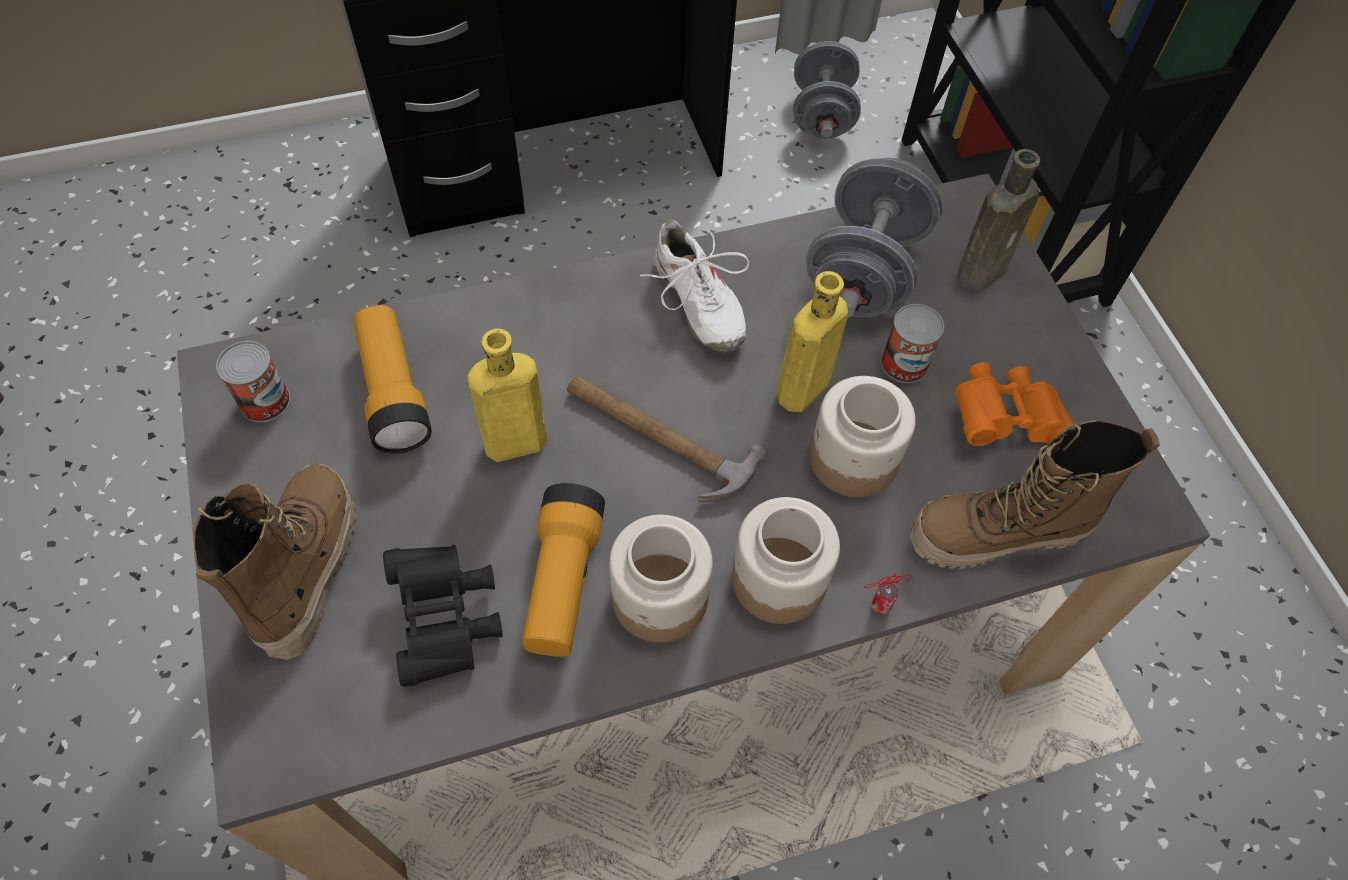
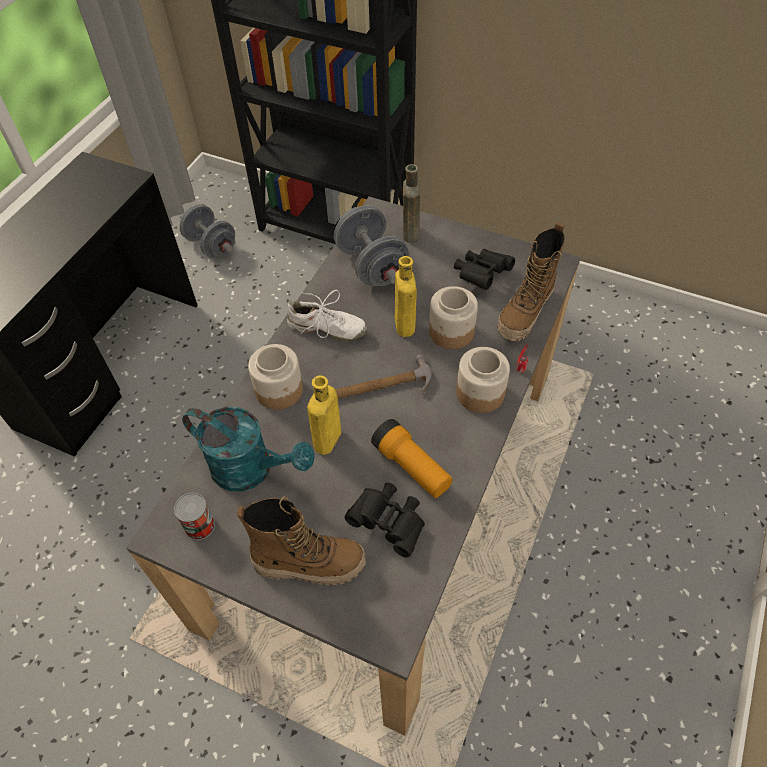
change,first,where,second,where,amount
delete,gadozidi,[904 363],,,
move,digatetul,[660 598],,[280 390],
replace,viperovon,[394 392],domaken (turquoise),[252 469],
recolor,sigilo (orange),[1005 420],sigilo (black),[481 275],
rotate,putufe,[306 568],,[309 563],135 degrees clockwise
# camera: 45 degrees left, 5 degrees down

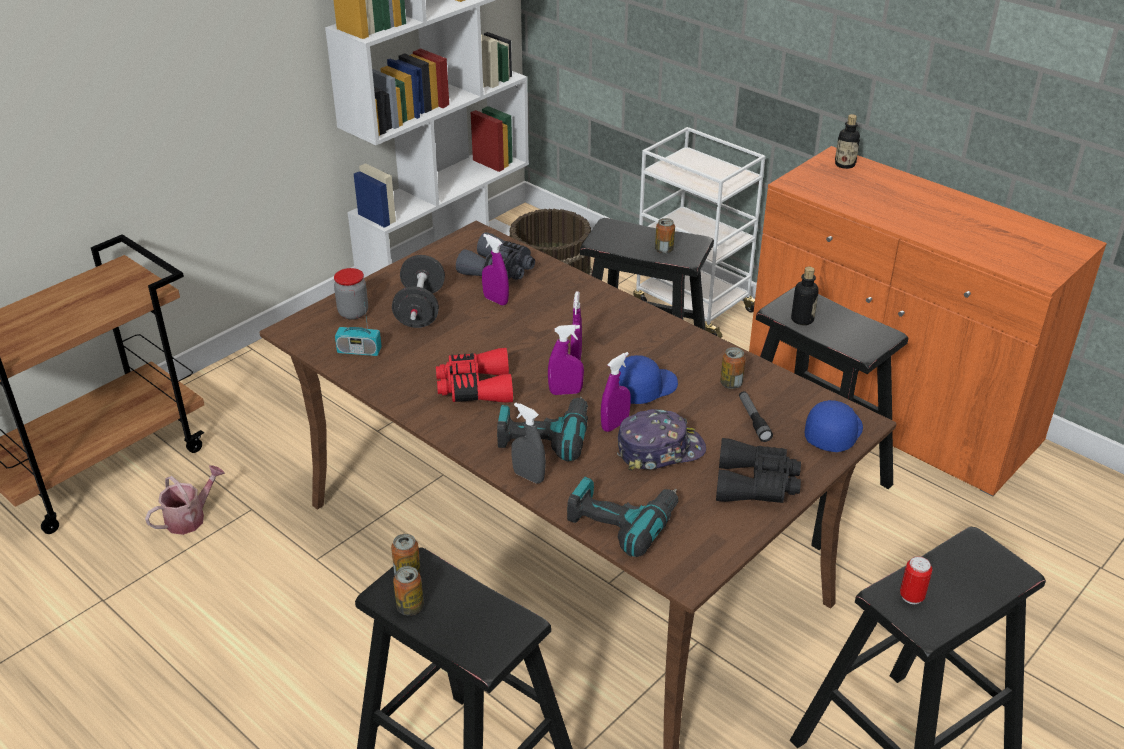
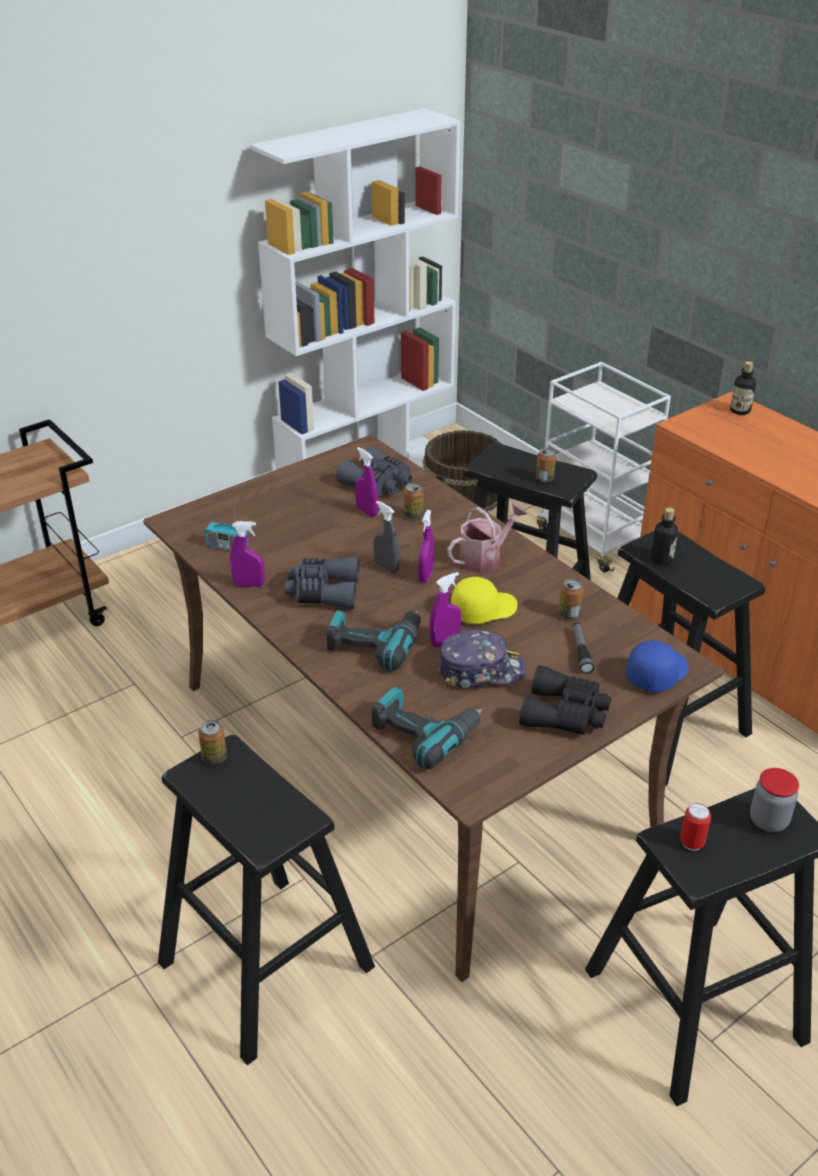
change,first,where,second,where,amount
delete,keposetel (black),[420 309],,,
move,domaken,[190 517],,[485 558],
move,digatetul,[353 313],,[768 820],
move,gadozidi,[410 607],,[413 515],
move,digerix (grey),[528 476],,[386 568],
move,digerix (purple),[565 392],,[249 585],
recolor,sigilo (red),[475 388],sigilo (grey),[323 592],
recolor,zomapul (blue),[644 388],zomapul (yellow),[483 609],
# camera: 10 degrees right, 0 degrees up

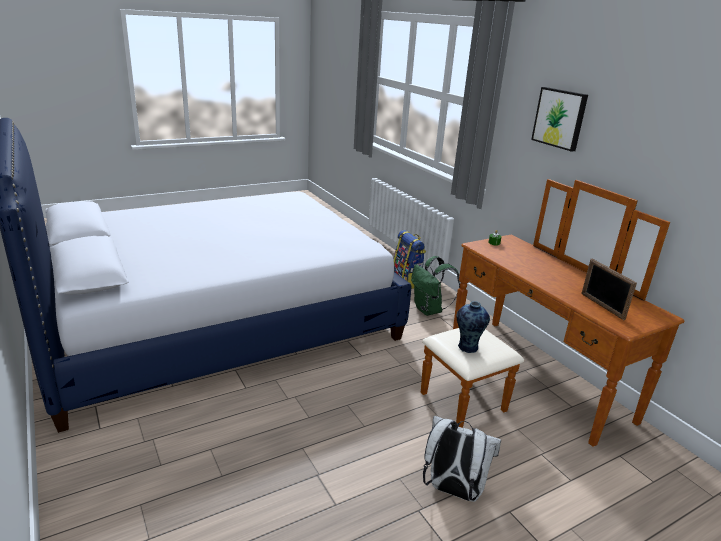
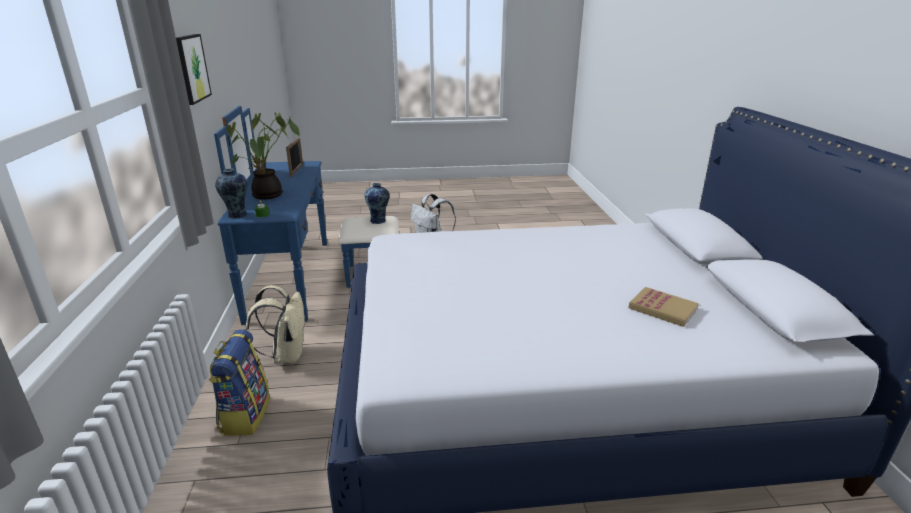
change,first,where,second,where,amount
insert,,,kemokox,[236 215],
insert,,,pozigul,[268 196],
insert,,,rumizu,[662 309],
recolor,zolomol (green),[429 310],zolomol (beige),[286 355],
recolor,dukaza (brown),[521 381],dukaza (blue),[309 277],
# camera: 155 degrees left, 0 degrees up

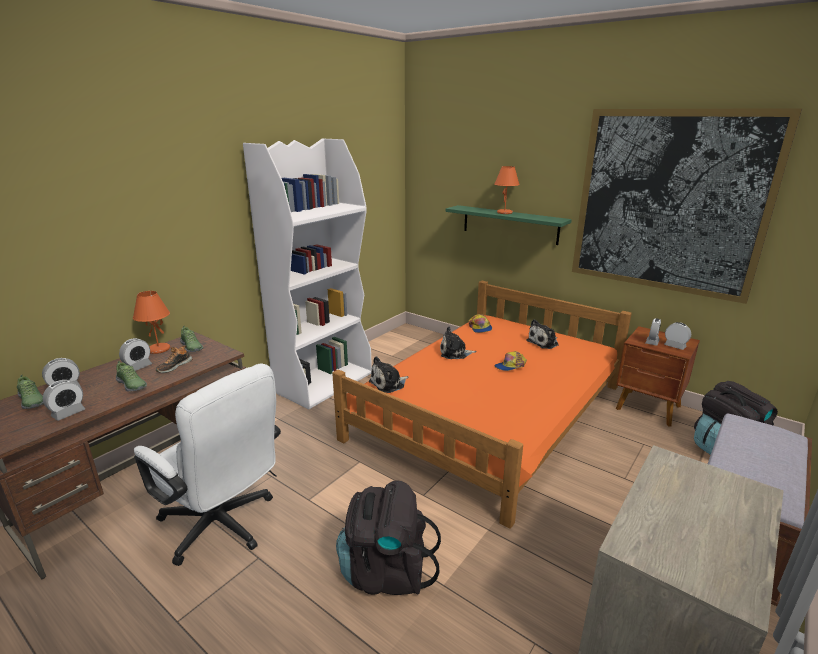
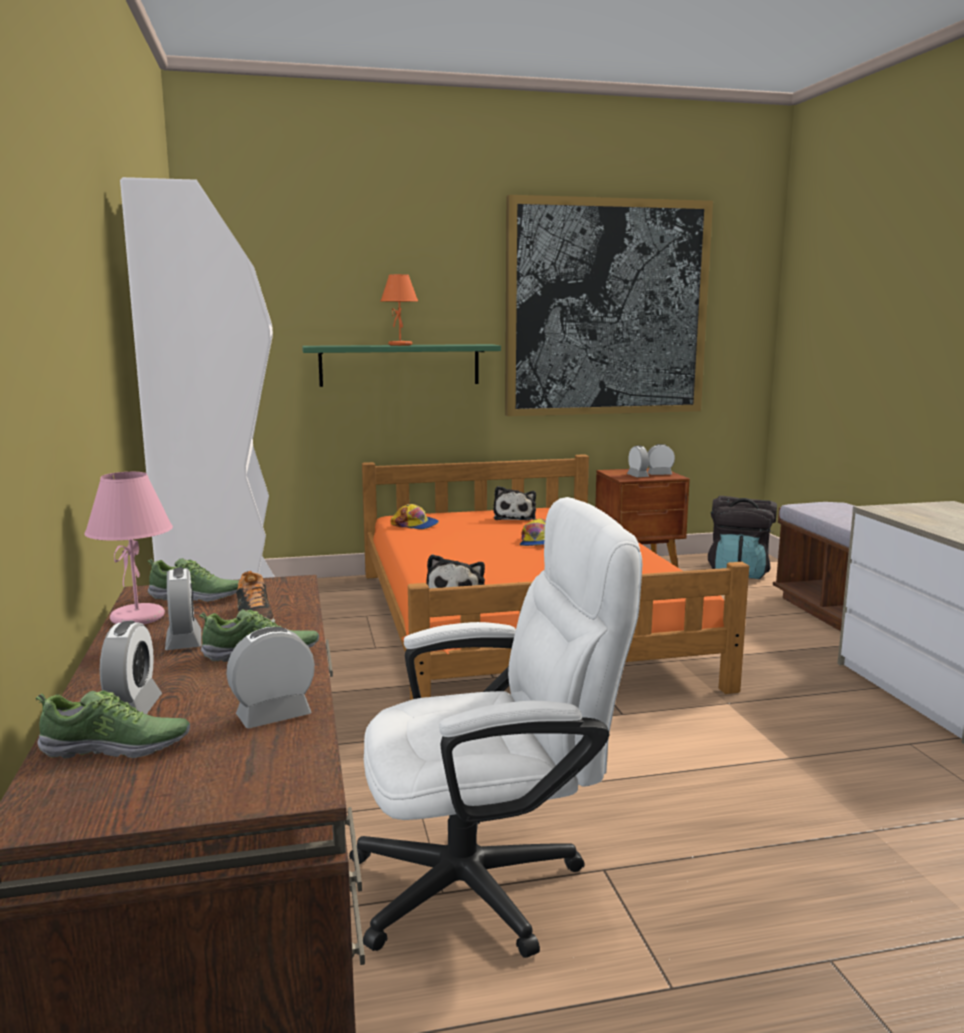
change,first,where,second,where,amount
delete,zolomol (black),[386 571],,,
delete,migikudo,[455 353],,,
recolor,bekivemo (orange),[158 349],bekivemo (pink),[138 618],
rotate,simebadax,[68 413],,[273 716],105 degrees counterclockwise
# camera: 50 degrees left, 10 degrees down

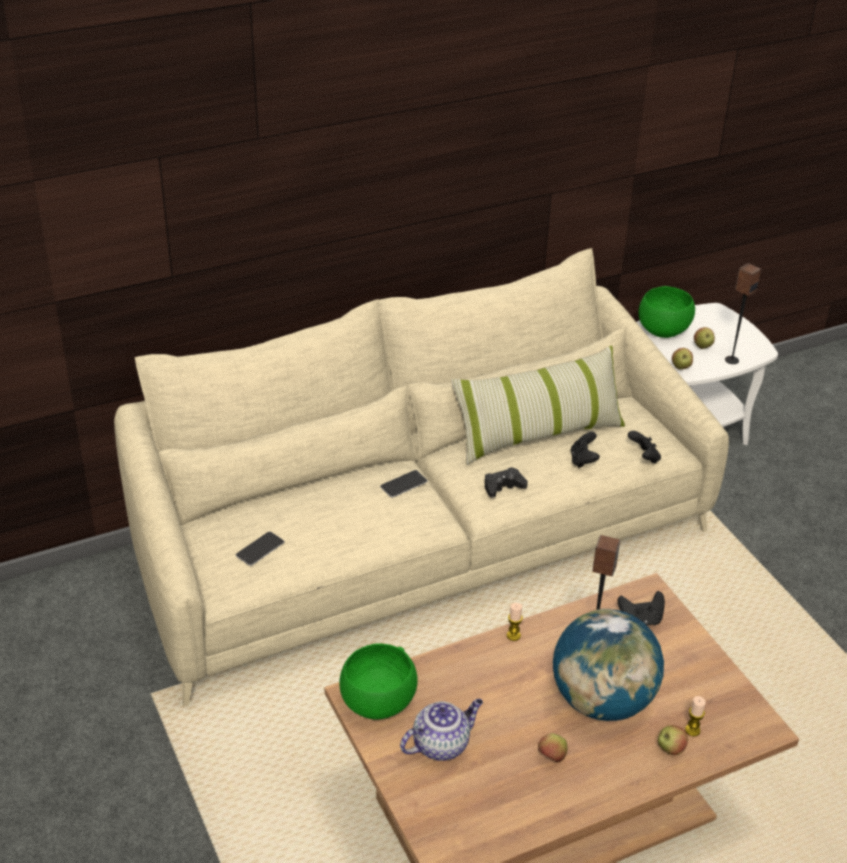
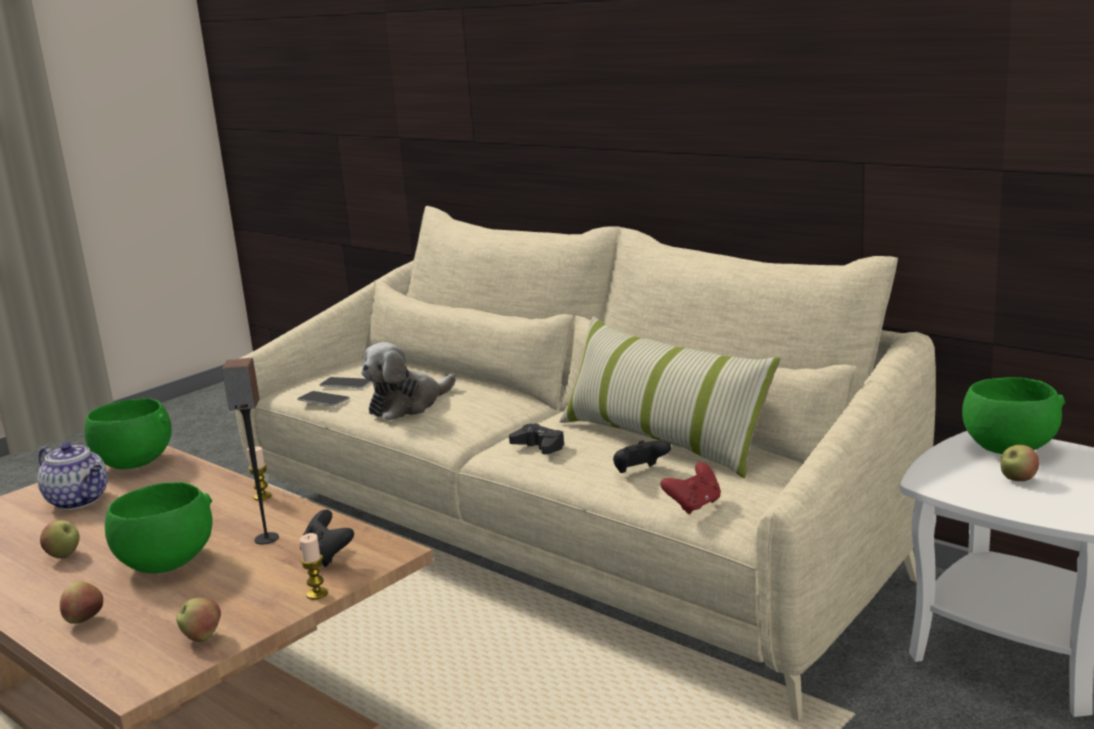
change,first,where,second,where,amount
delete,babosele,[731 360],,,
insert,,,migikudo,[407 405],
move,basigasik,[403 484],,[323 399],
move,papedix,[681 367],,[203 638],
move,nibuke,[692 730],,[317 594],
replace,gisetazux,[602 701],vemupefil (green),[164 564],
recolor,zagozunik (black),[644 457],zagozunik (red),[694 505],
# camera: 70 degrees right, 20 degrees down

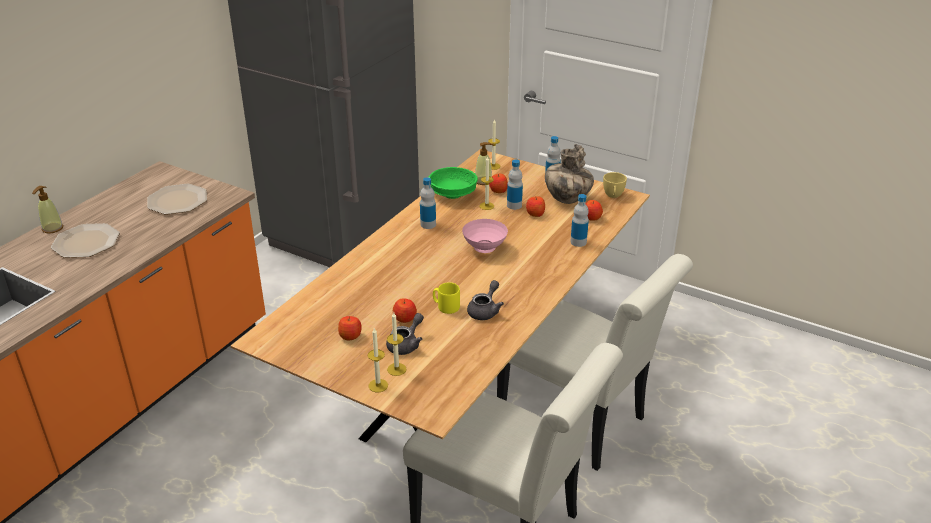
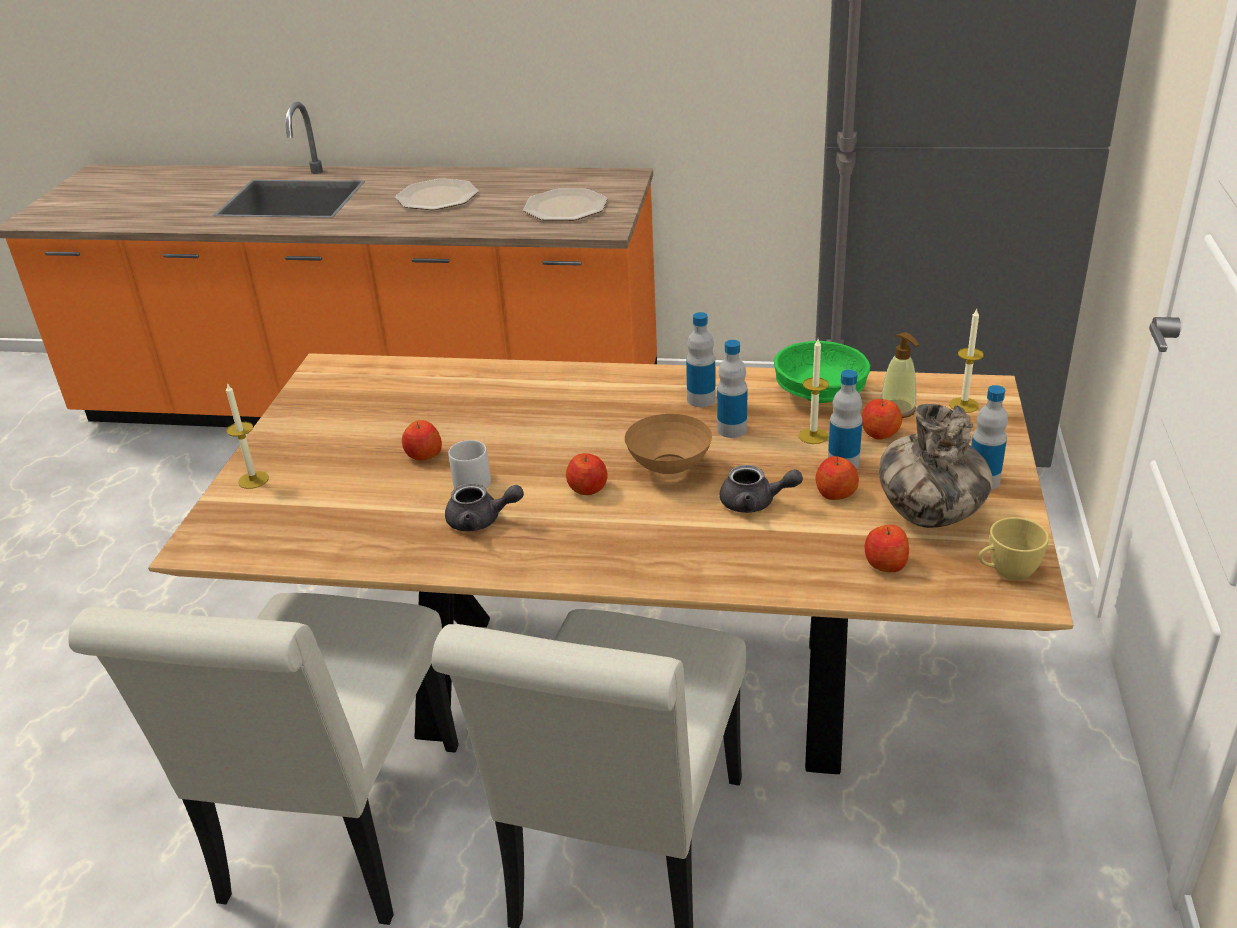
change,first,where,second,where,amount
delete,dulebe,[52 228],,,
delete,nibuke,[396 369],,,
move,papedix,[350 336],,[588 489],
move,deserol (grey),[406 344],,[755 503],
move,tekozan,[578 242],,[732 429],
recolor,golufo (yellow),[446 307],golufo (grey),[472 481],
recolor,vemupefil (pink),[484 248],vemupefil (brown),[669 470],
# camera: 70 degrees right, 0 degrees up

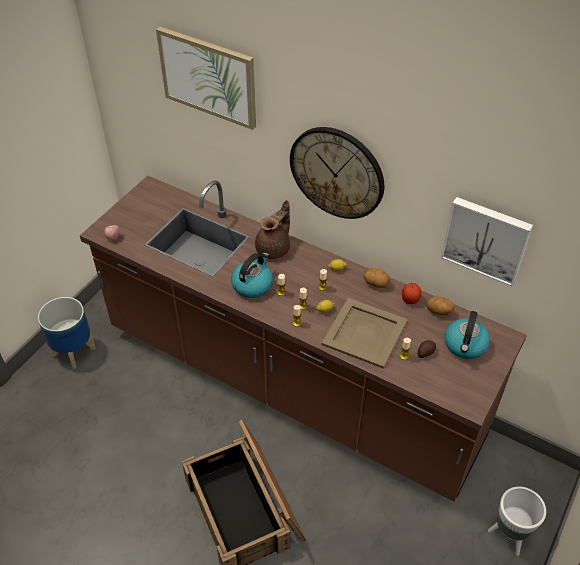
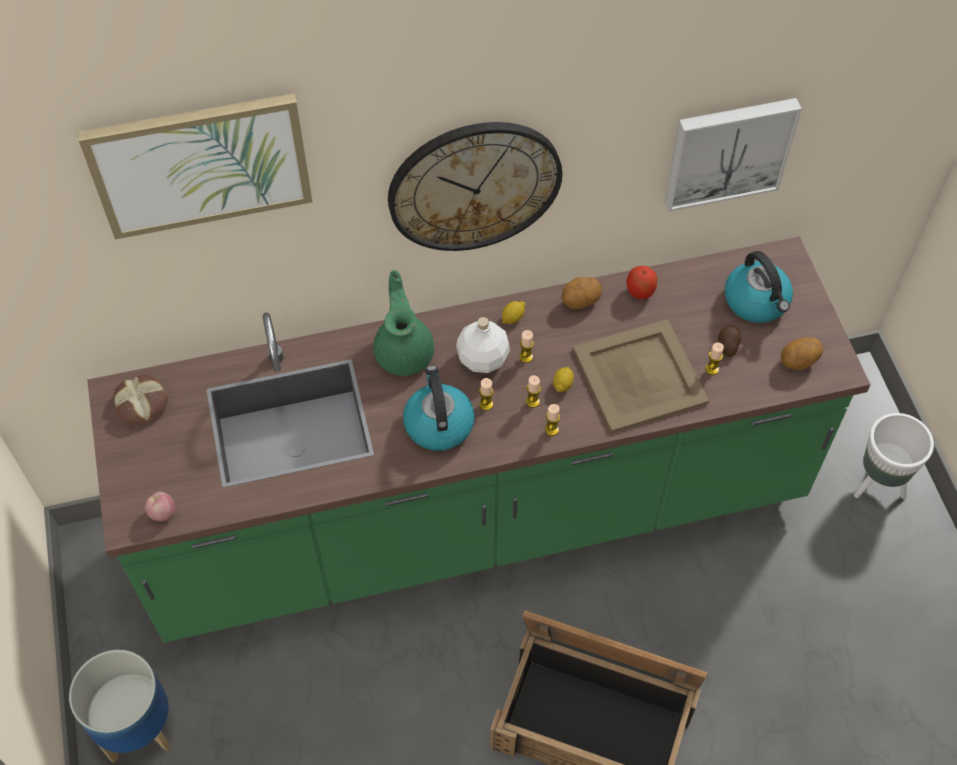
change,first,where,second,where,amount
insert,,,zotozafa,[142 403],
insert,,,tekozan (white),[482 358],
move,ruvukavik,[438 312],,[799 362],
recolor,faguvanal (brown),[290 384],faguvanal (green),[478 517],
recolor,deserol (brown),[274 248],deserol (green),[404 351],
# camera: 45 degrees left, 10 degrees up

